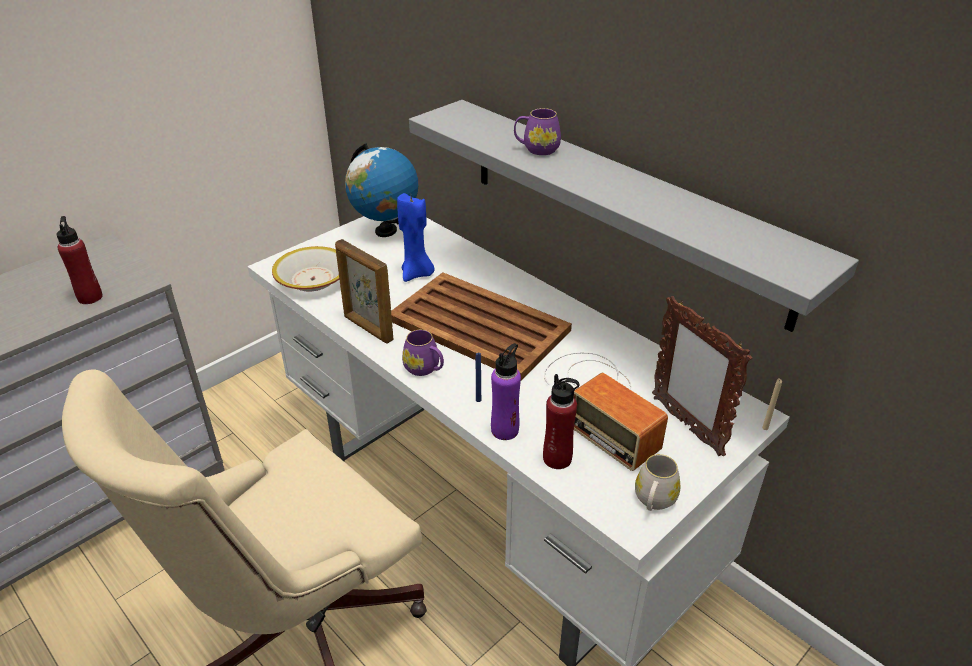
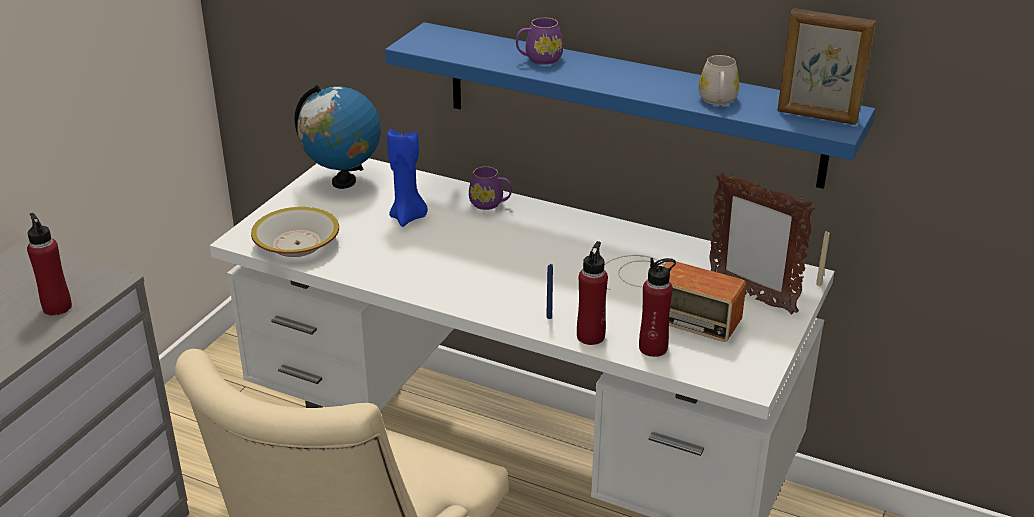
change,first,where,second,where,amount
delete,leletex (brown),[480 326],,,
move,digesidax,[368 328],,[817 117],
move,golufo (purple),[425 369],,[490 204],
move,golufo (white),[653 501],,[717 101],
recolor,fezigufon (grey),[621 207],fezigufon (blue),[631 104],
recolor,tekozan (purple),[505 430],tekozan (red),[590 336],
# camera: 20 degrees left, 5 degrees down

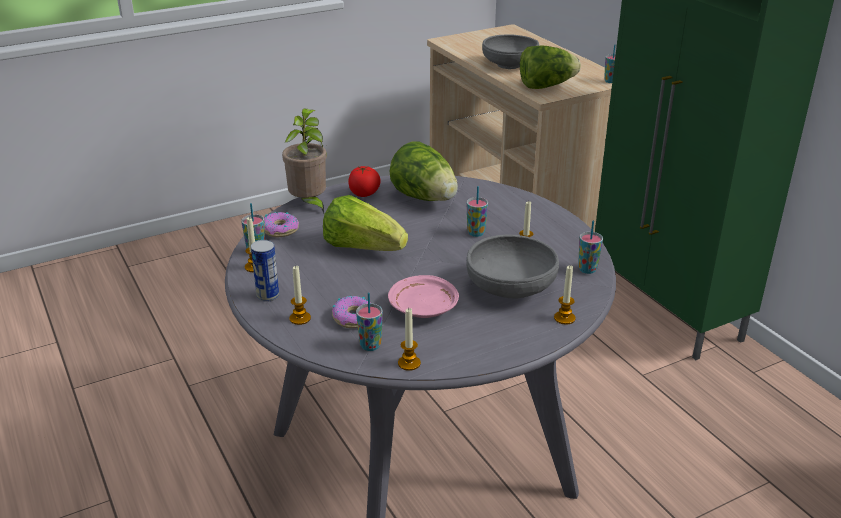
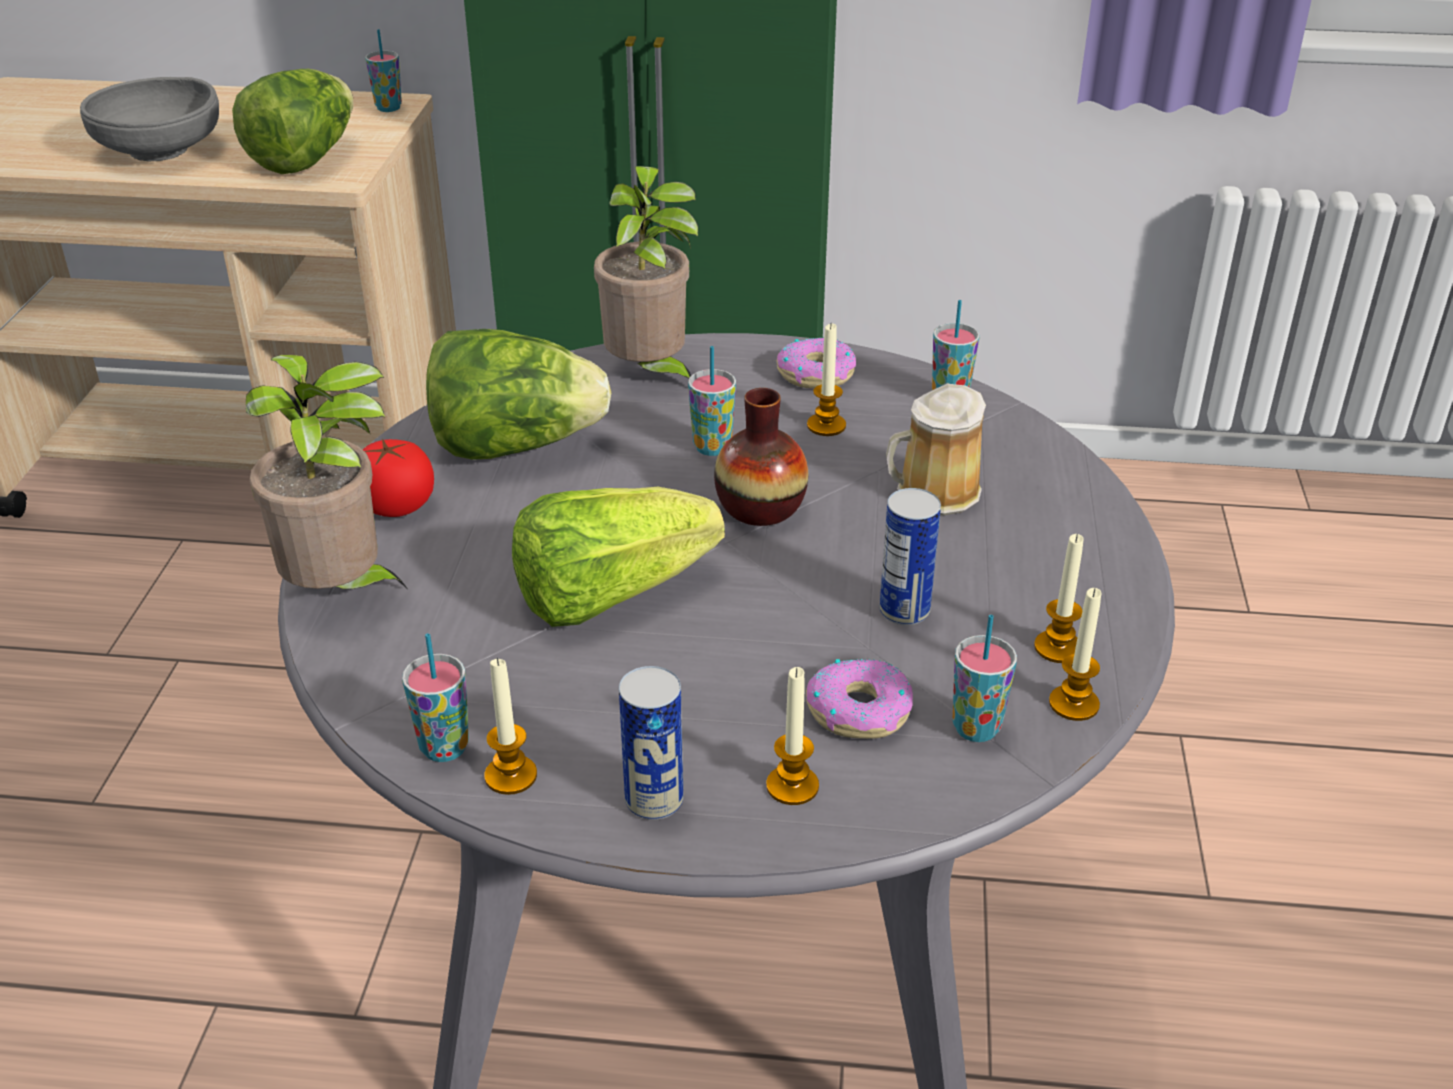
change,first,where,second,where,amount
insert,,,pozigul,[650 375],
insert,,,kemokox,[760 507],
move,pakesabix,[280 230],,[816 374],
move,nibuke,[564 318],,[1058 648],
replace,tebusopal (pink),[423 308],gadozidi,[904 611],
replace,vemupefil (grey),[510 288],golufo,[932 492],
# camera: 55 degrees left, 5 degrees up

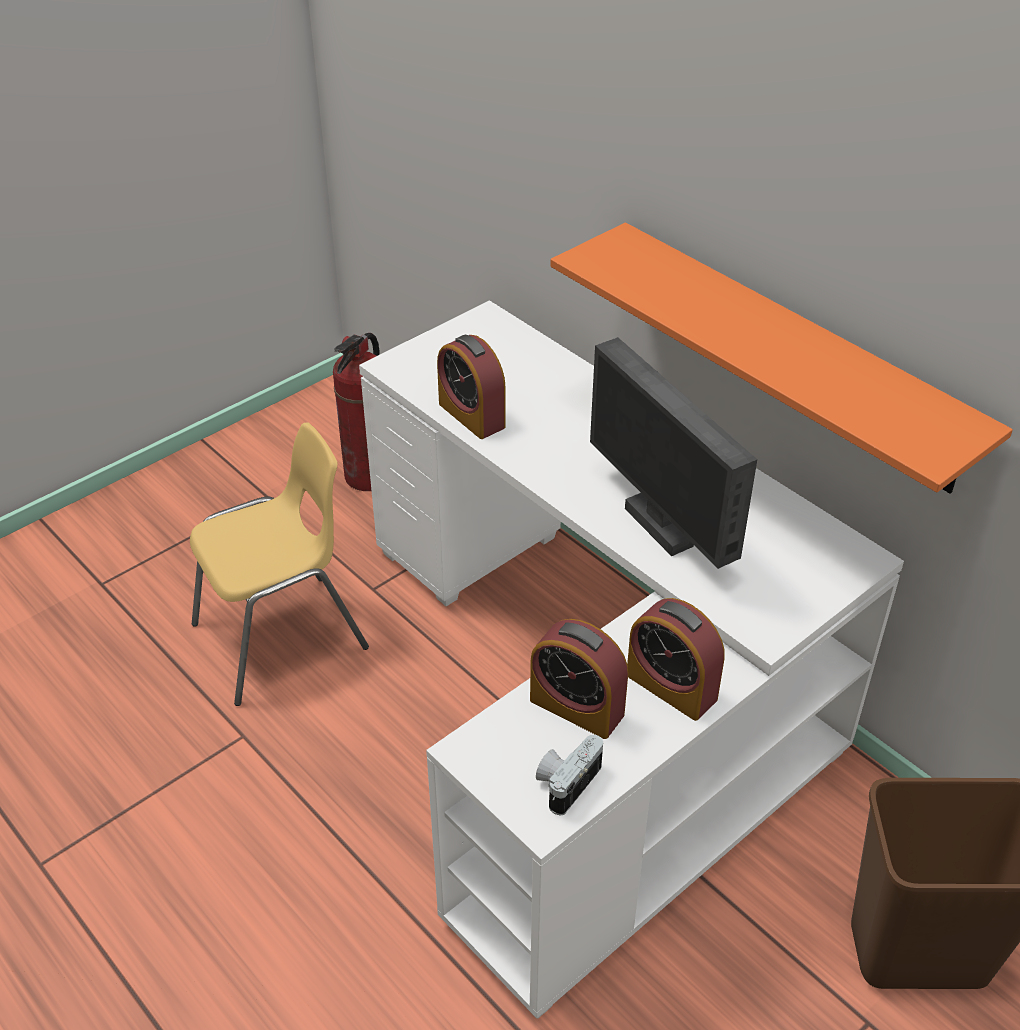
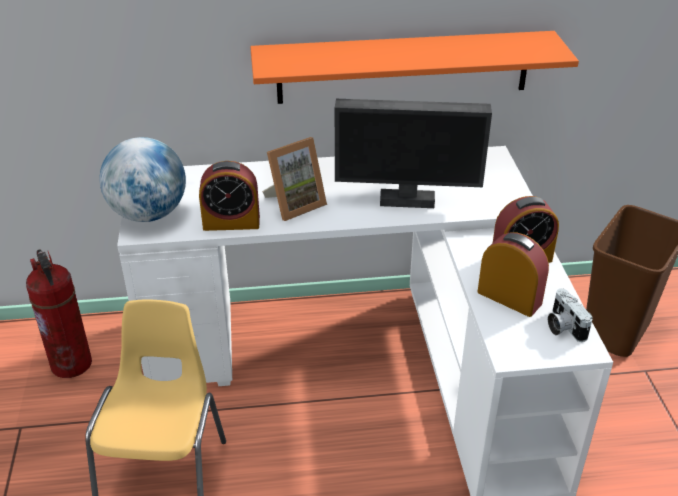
change,first,where,second,where,amount
insert,,,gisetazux,[149 214],
insert,,,digesidax,[294 204],
rotate,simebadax,[576 707],,[509 298],120 degrees counterclockwise
# camera: 55 degrees left, 5 degrees down

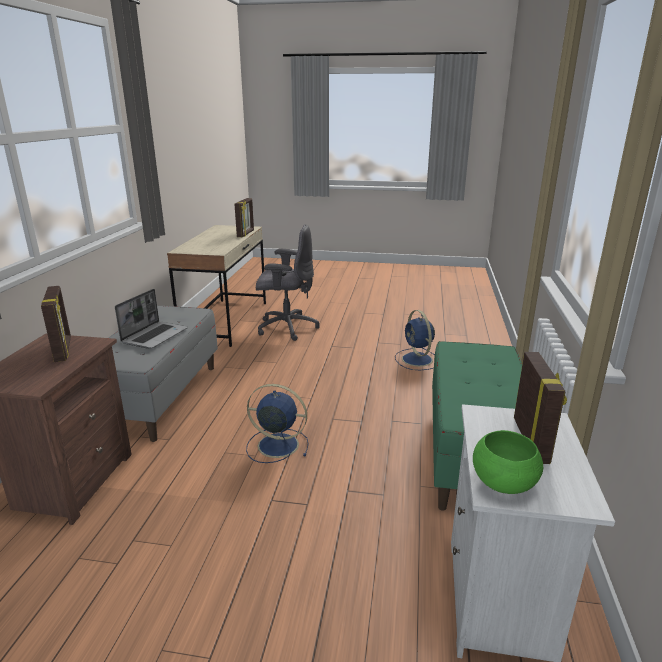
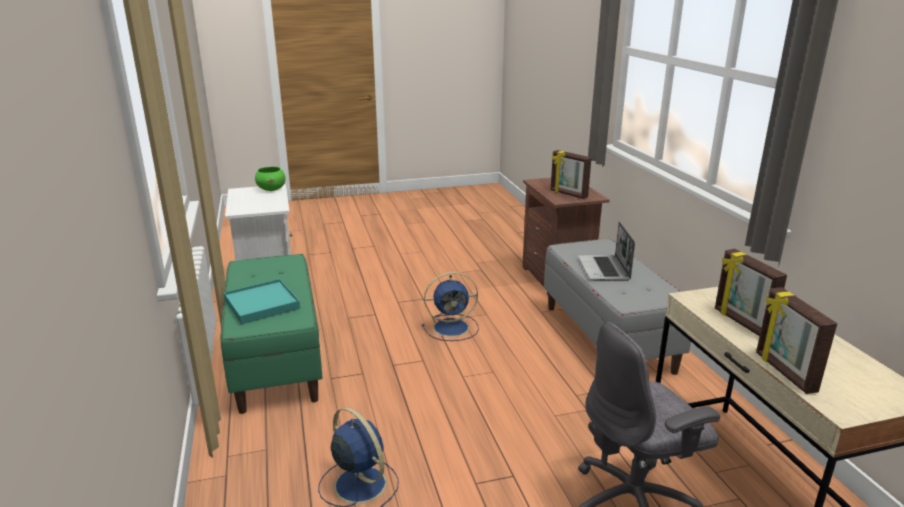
change,first,where,second,where,amount
insert,,,leletex (turquoise),[261 304],
move,digesidax,[532 440],,[741 323],
# camera: 155 degrees right, 0 degrees up

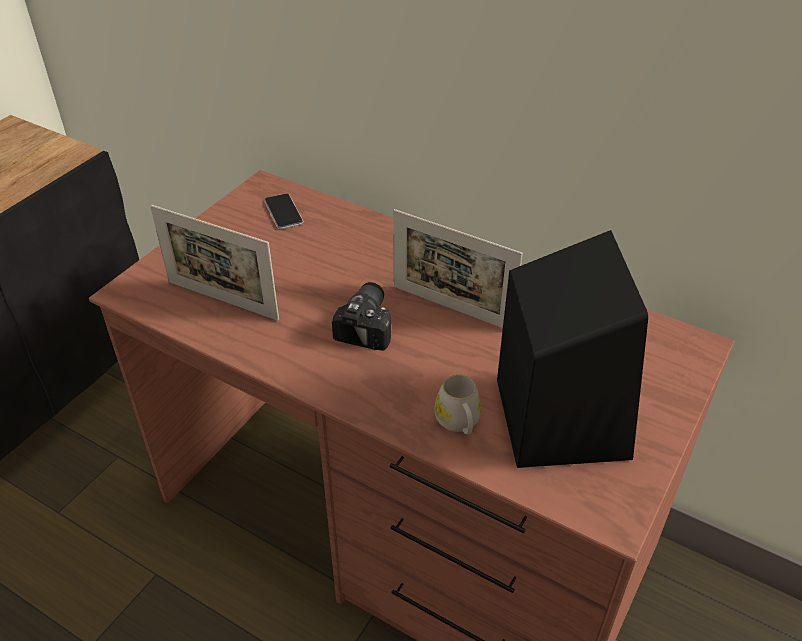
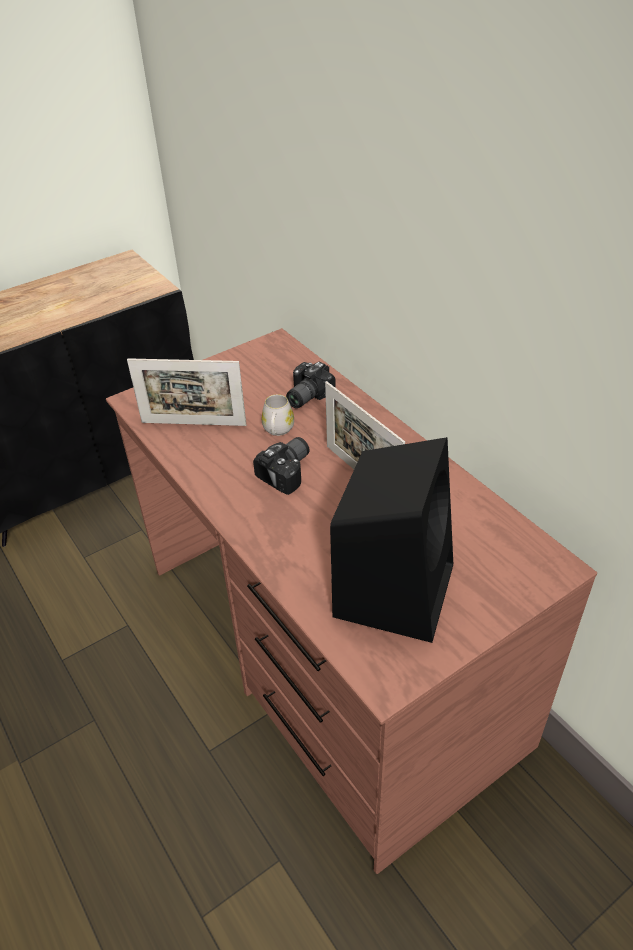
change,first,where,second,where,amount
delete,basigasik,[283 212],,,
insert,,,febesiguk,[305 396],
move,golufo (white),[459 423],,[277 430],
rotate,digesidax,[222 300],,[193 424],45 degrees counterclockwise
# camera: 25 degrees right, 0 degrees up

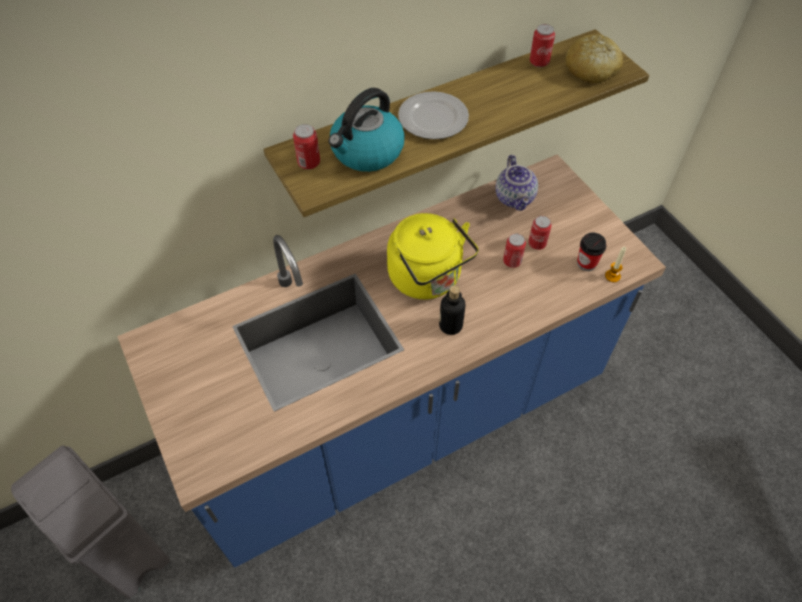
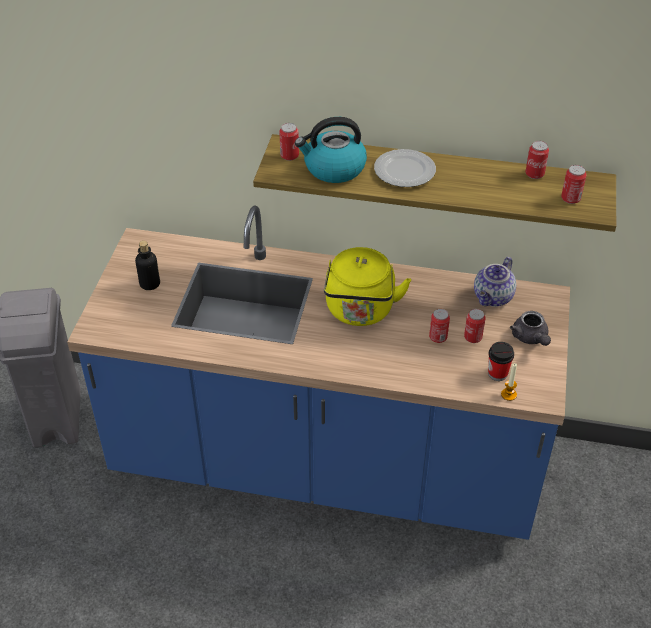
change,first,where,second,where,amount
insert,,,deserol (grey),[530 338],
move,tekozan,[450 325],,[150 284],
replace,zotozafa,[591 69],gadozidi,[570 199],
# camera: 40 degrees right, 10 degrees down

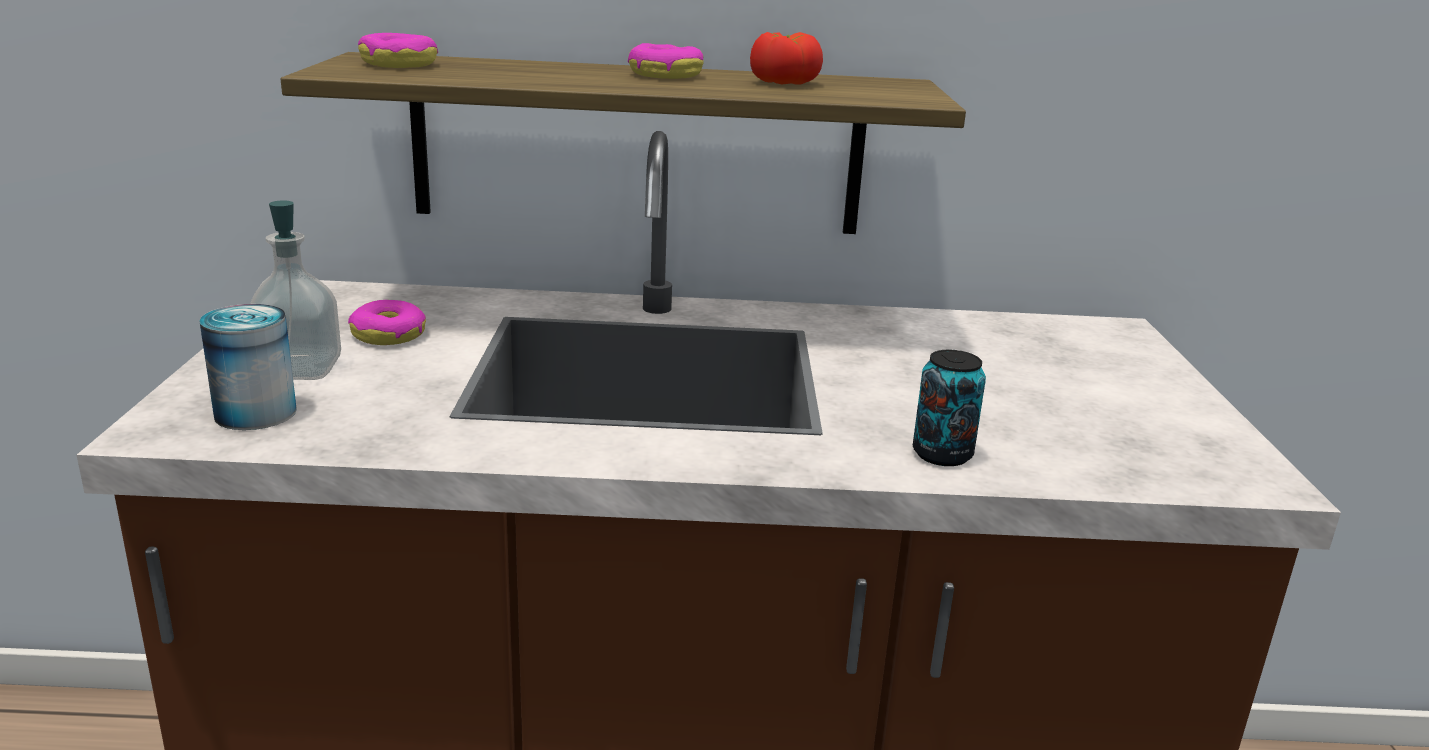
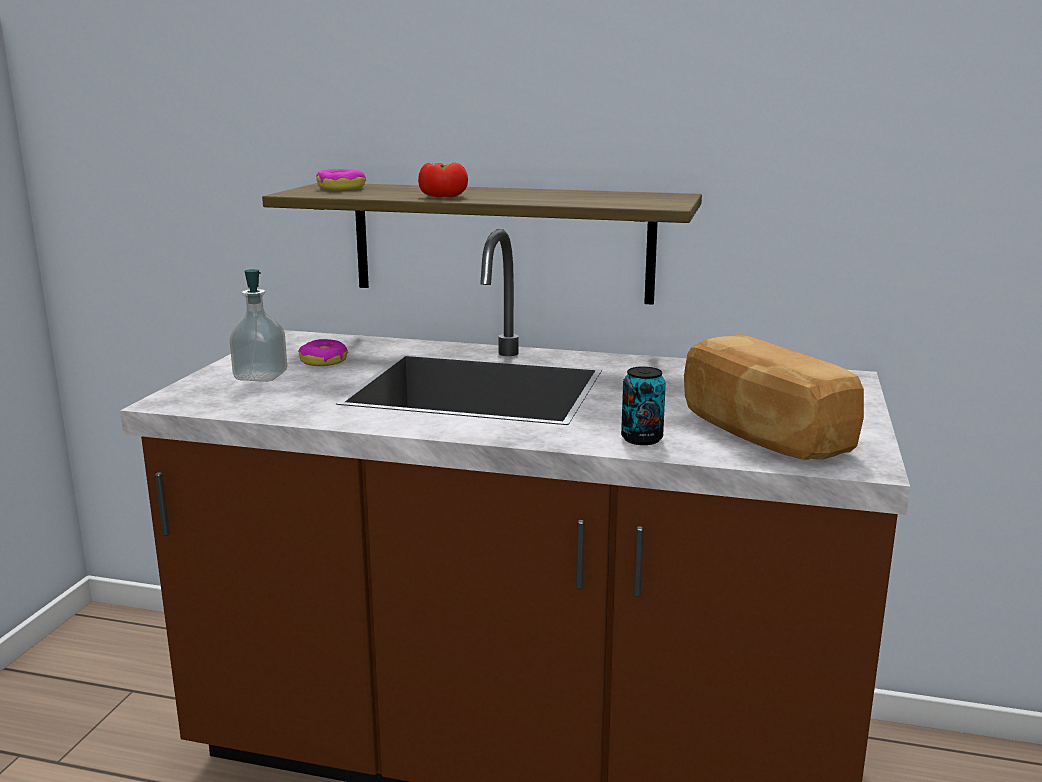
change,first,where,second,where,amount
delete,gadozidi,[255 413],,,
delete,pakesabix,[665 74],,,
insert,,,zotozafa,[761 433],
move,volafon,[783 82],,[443 196],
# camera: 15 degrees right, 5 degrees down

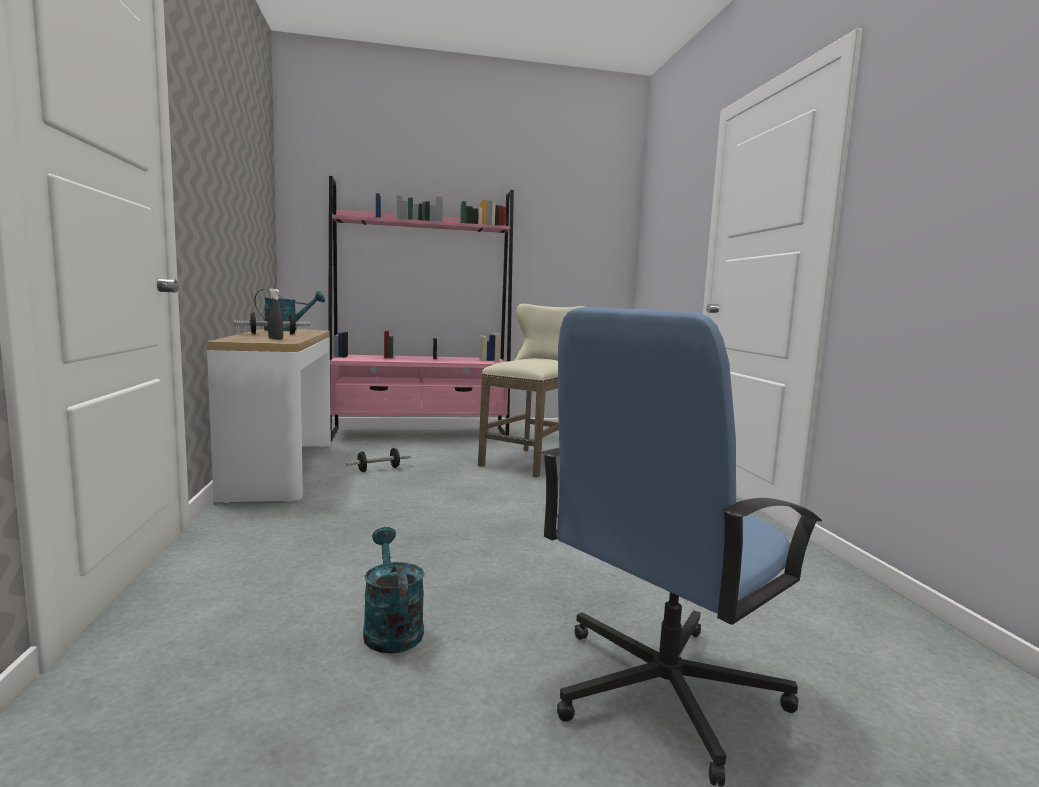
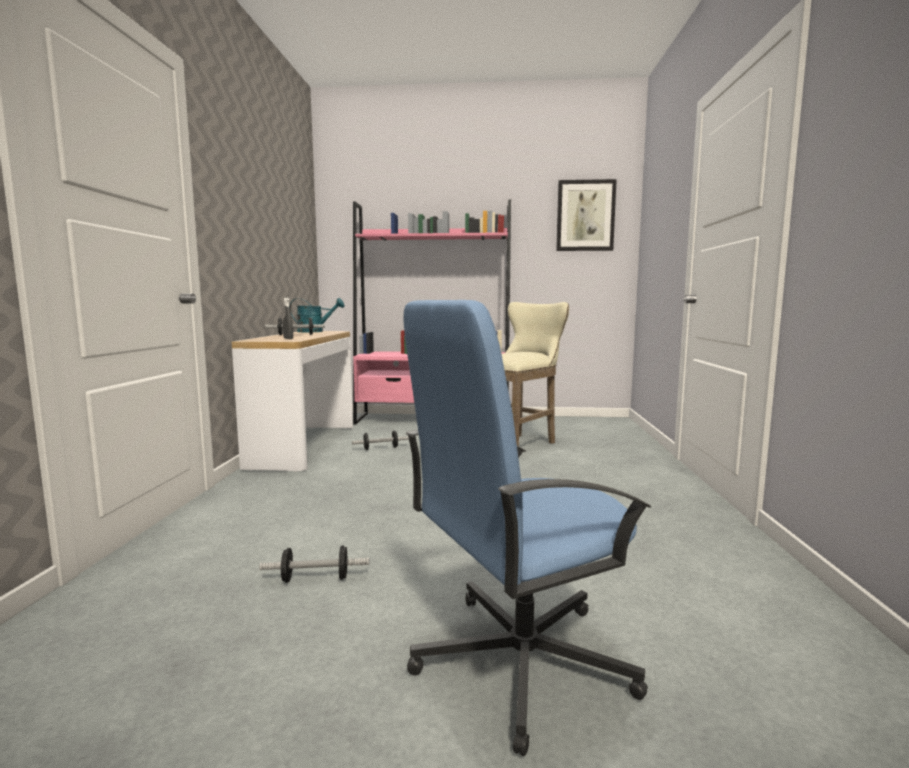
change,first,where,second,where,amount
insert,,,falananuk,[585 216],
replace,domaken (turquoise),[391 627],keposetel,[315 579],
# camera: 15 degrees right, 0 degrees up

